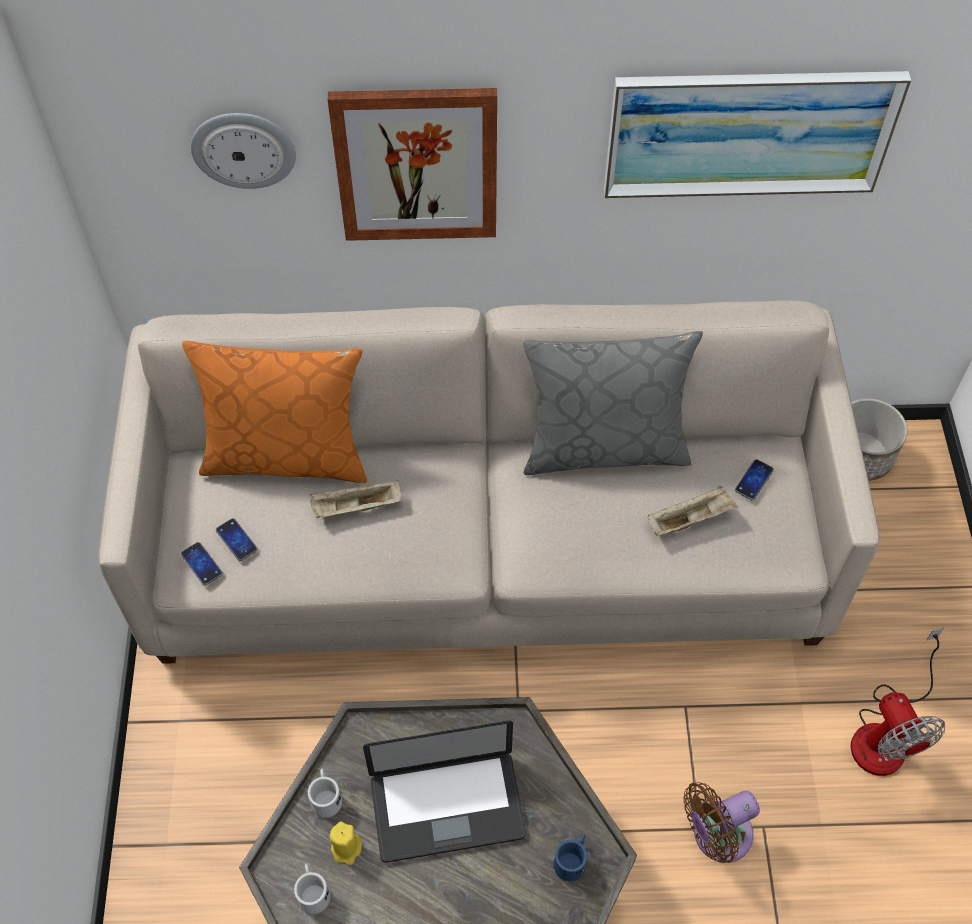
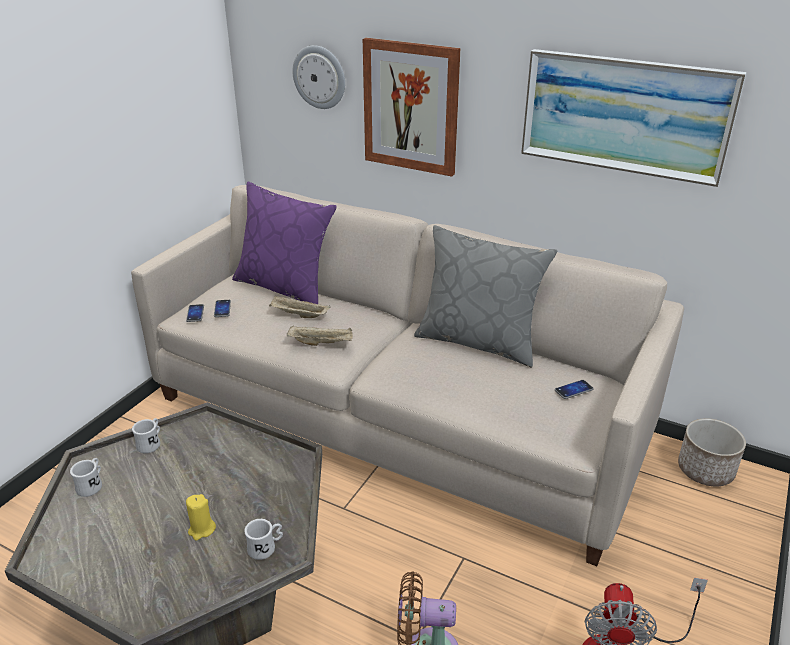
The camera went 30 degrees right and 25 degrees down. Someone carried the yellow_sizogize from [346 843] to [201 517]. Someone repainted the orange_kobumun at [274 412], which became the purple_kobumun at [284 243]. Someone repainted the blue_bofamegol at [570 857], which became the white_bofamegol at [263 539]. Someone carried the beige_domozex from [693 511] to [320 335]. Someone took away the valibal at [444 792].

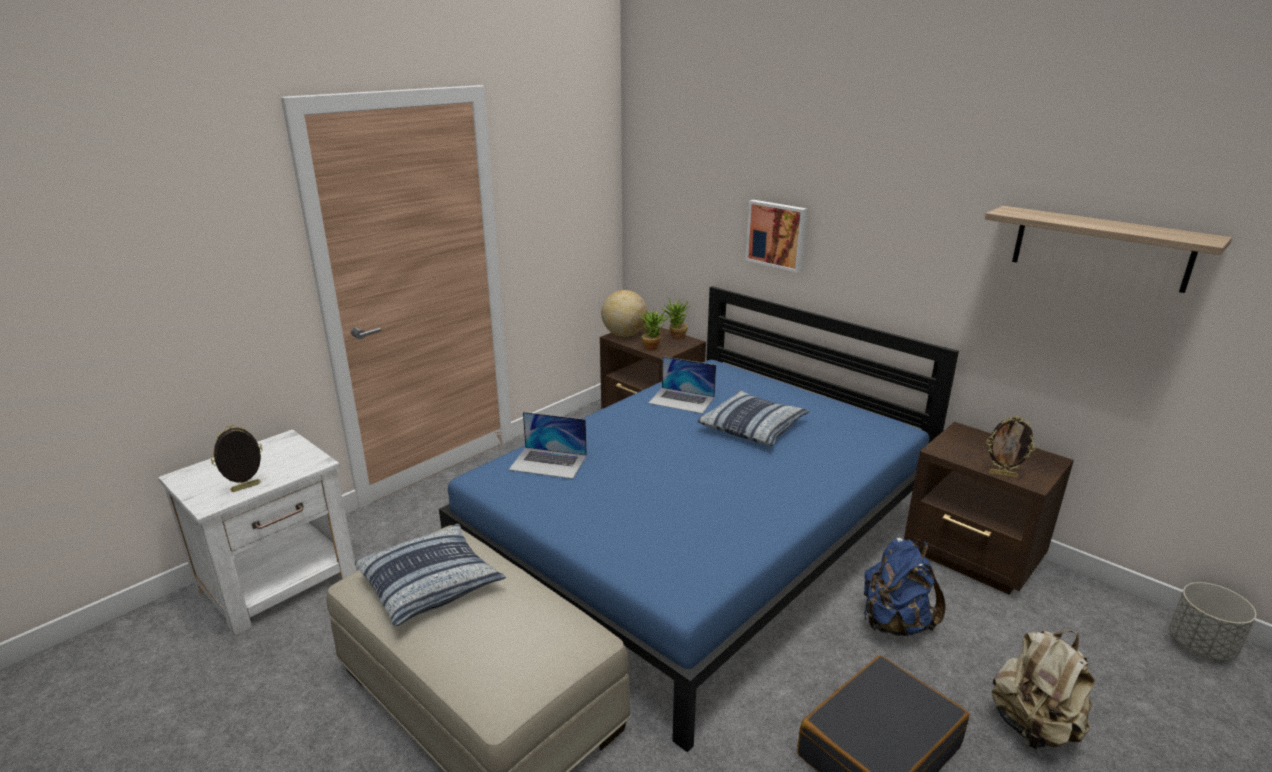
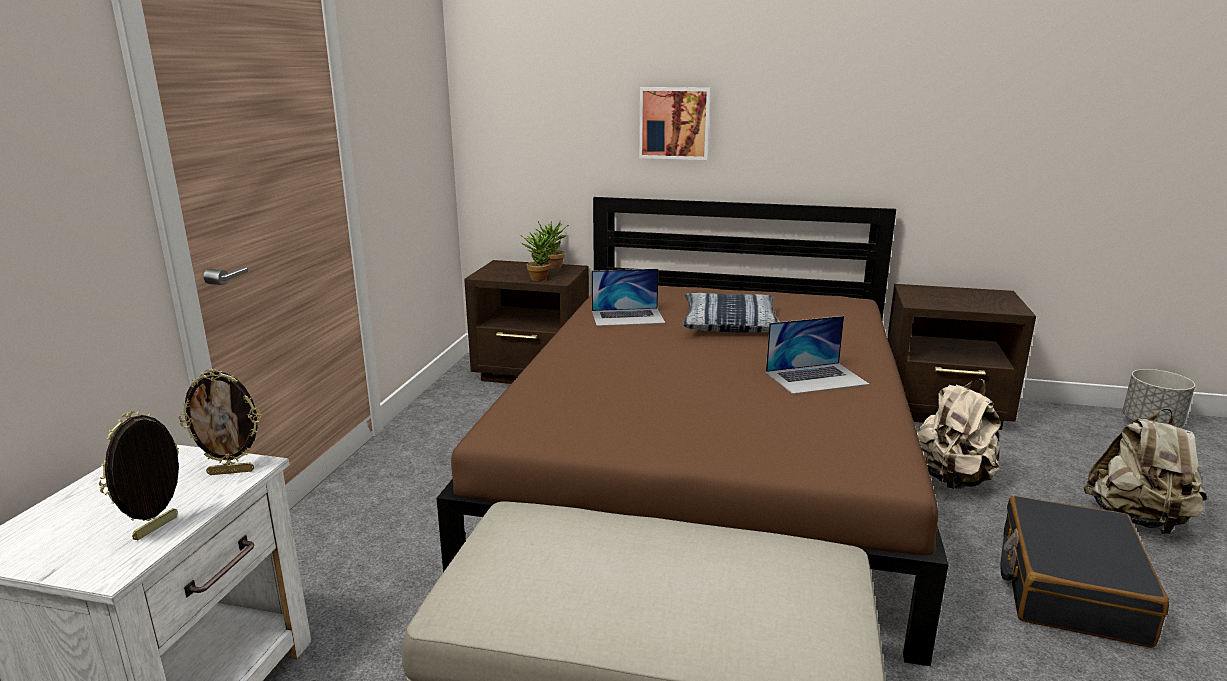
The camera went 30 degrees left and 5 degrees down. Someone carried the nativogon from [1011 447] to [220 421]. Someone repainted the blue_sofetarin at [699 519], which became the brown_sofetarin at [693 431]. Someone carried the valibal from [548 445] to [817 355]. Someone repainted the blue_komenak at [905 586], which became the beige_komenak at [959 434]. Someone took away the kobumun at [430 575]. Someone took away the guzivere at [624 313]. Someone took away the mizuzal at [1108 249].

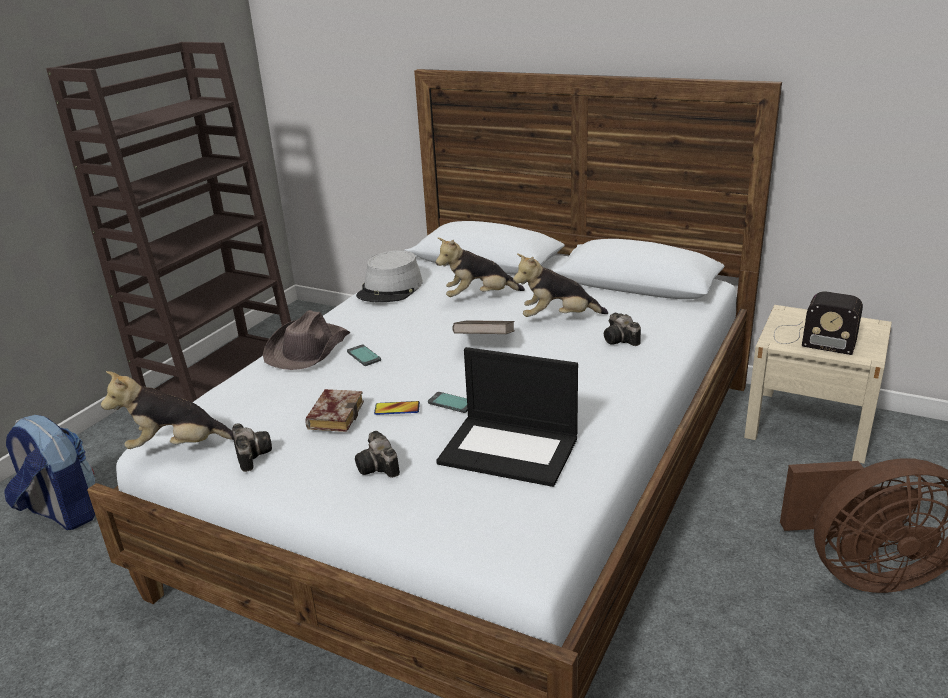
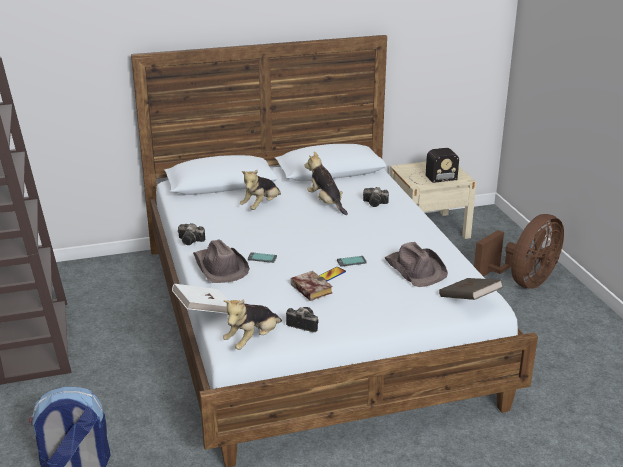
The camera went 45 degrees left and 0 degrees up. Someone put down the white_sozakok at [200 299]. Someone carried the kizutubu from [377 454] to [191 234]. Someone rotated the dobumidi at [560 285] by 105 degrees clockwise. Someone swapped the valibal at [507 417] for the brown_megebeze at [416 264]. Someone carried the brown_sozakok from [483 327] to [471 289]. Someone took away the grey_megebeze at [389 276].

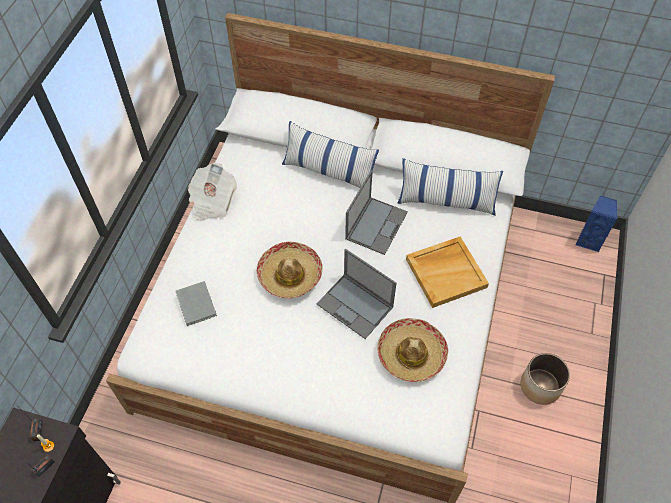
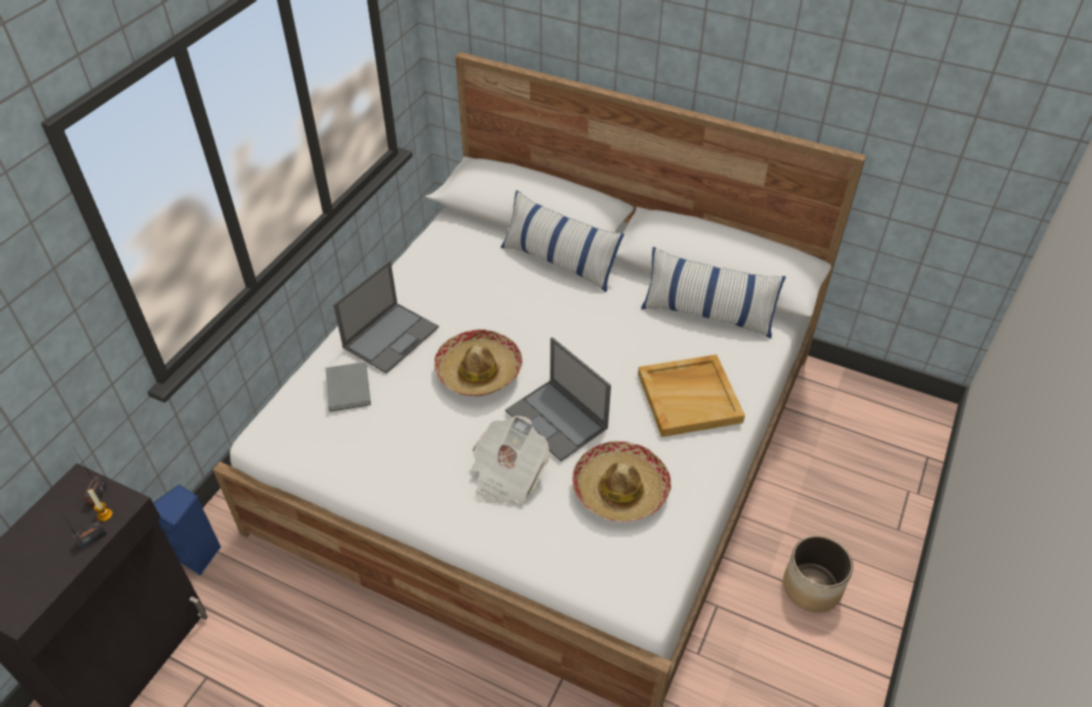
The camera went 10 degrees right and 10 degrees down. Someone carried the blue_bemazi from [596 223] to [187 530]. Someone carried the valibal from [376 212] to [386 317]. Someone carried the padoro from [212 191] to [511 460].

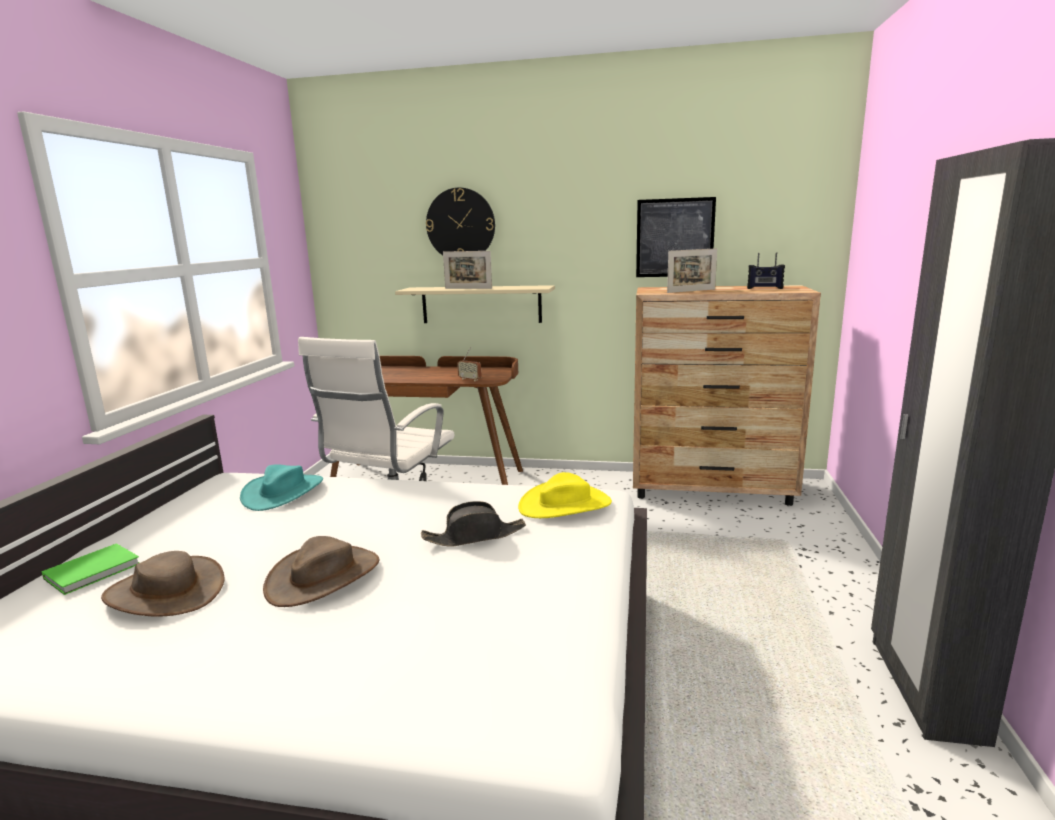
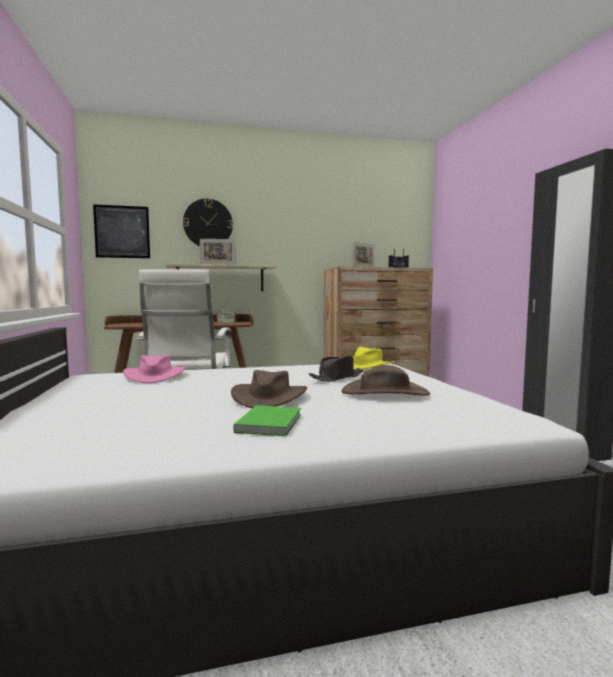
The camera went 25 degrees left and 10 degrees down. Someone carried the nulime from [676 237] to [121 231]. Someone repainted the turquoise_megebeze at [281 487], which became the pink_megebeze at [154 369]. Someone carried the green_sozakok from [90 569] to [267 420]. Someone carried the brown_megebeze from [162 584] to [386 380].

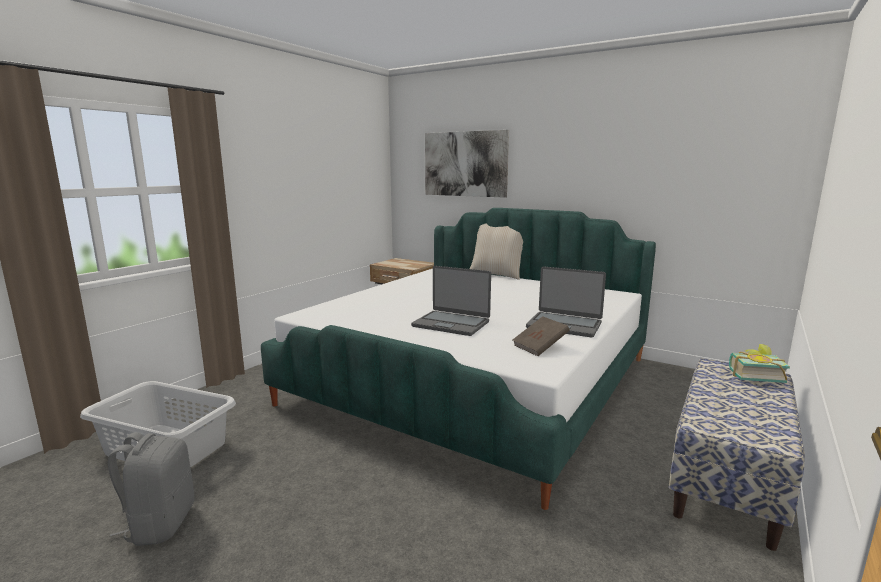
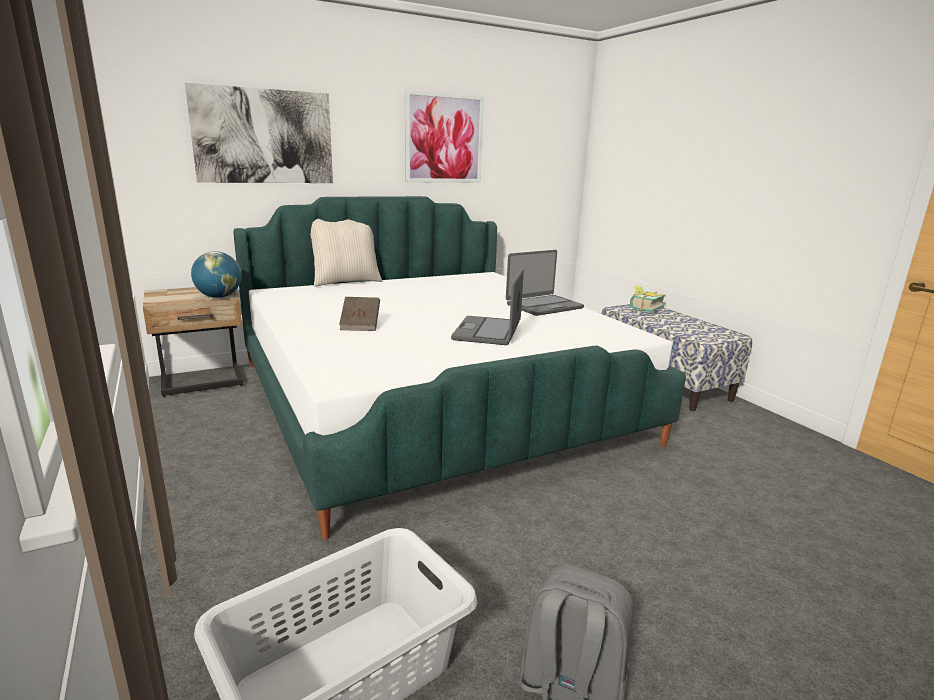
The camera went 60 degrees left and 5 degrees up. Someone put down the guzivere at [216 274]. Someone carried the brown_sozakok from [541 336] to [359 314]. Someone put up the nulime at [444 136]. Someone rotated the valibal at [451 301] by 135 degrees clockwise.

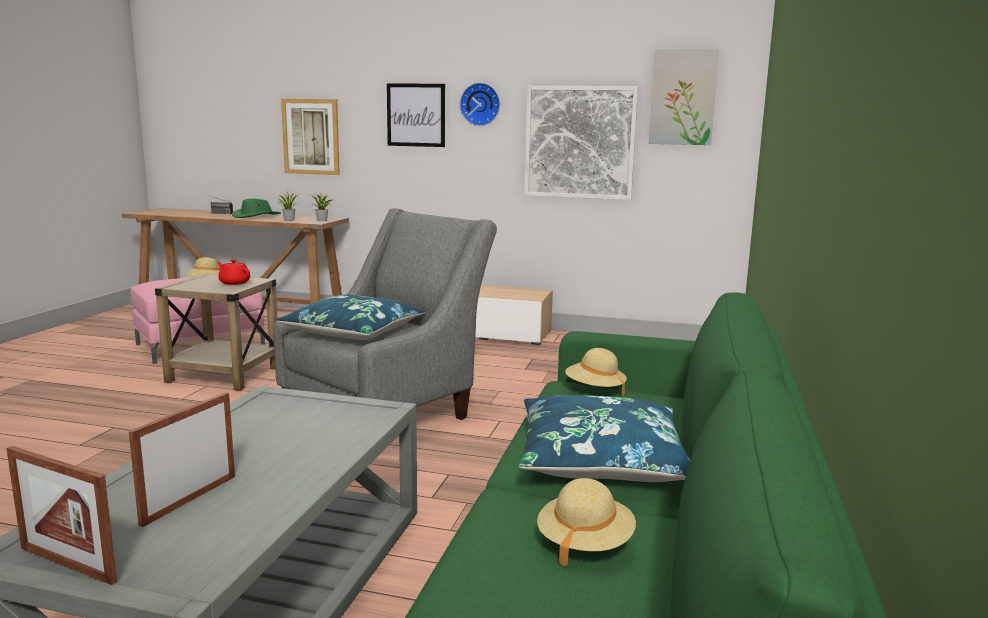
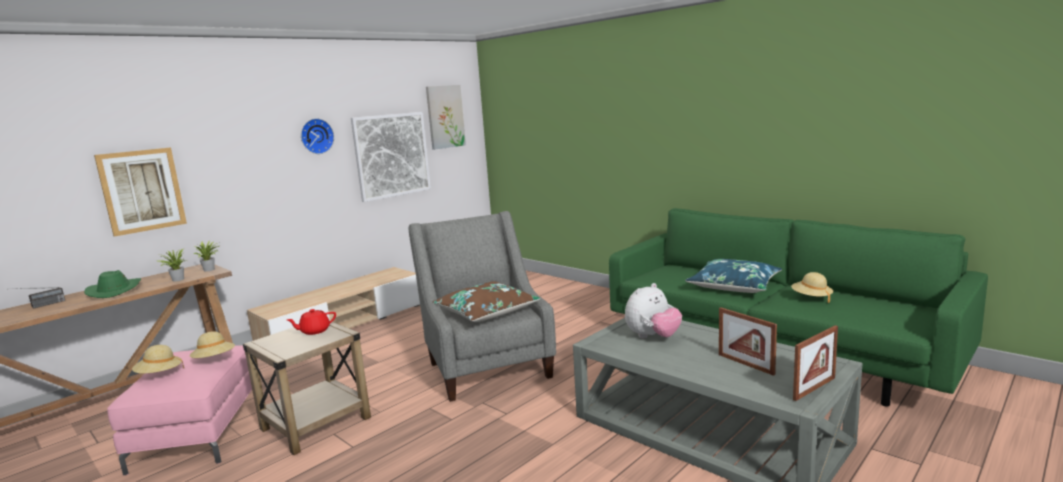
The camera went 60 degrees left and 0 degrees up. Someone carried the beige_megebeze from [596 372] to [158 359]. Someone repainted the blue_kobumun at [350 317], which became the brown_kobumun at [486 301]. Someone put down the dobumidi at [653 311]. Someone took away the nulime at [416 115].

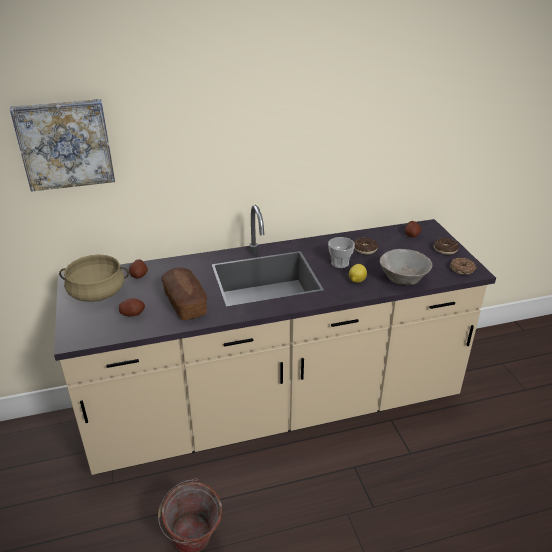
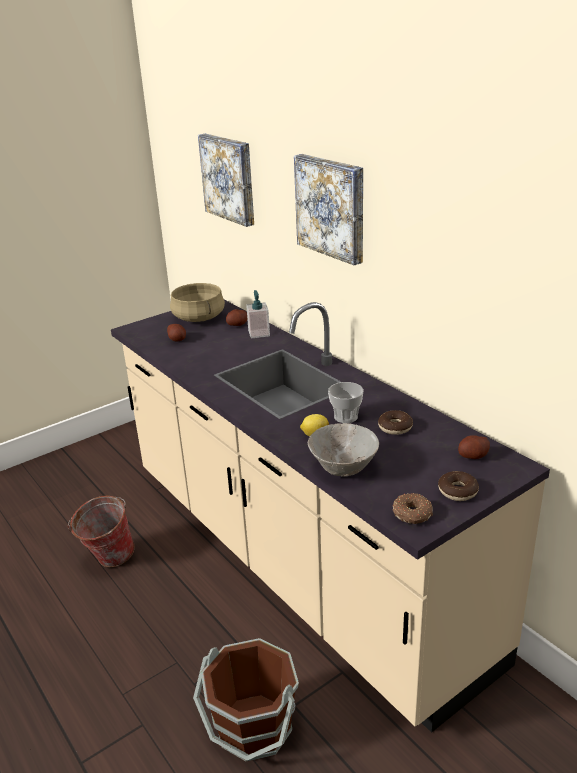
The camera went 70 degrees right and 5 degrees down. Someone put down the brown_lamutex at [246 700]. Someone put down the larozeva at [258 314]. Someone put up the nulime at [328 209]. Someone took away the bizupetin at [184 293].

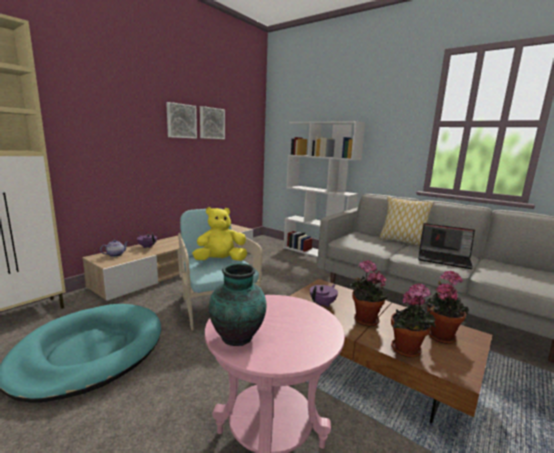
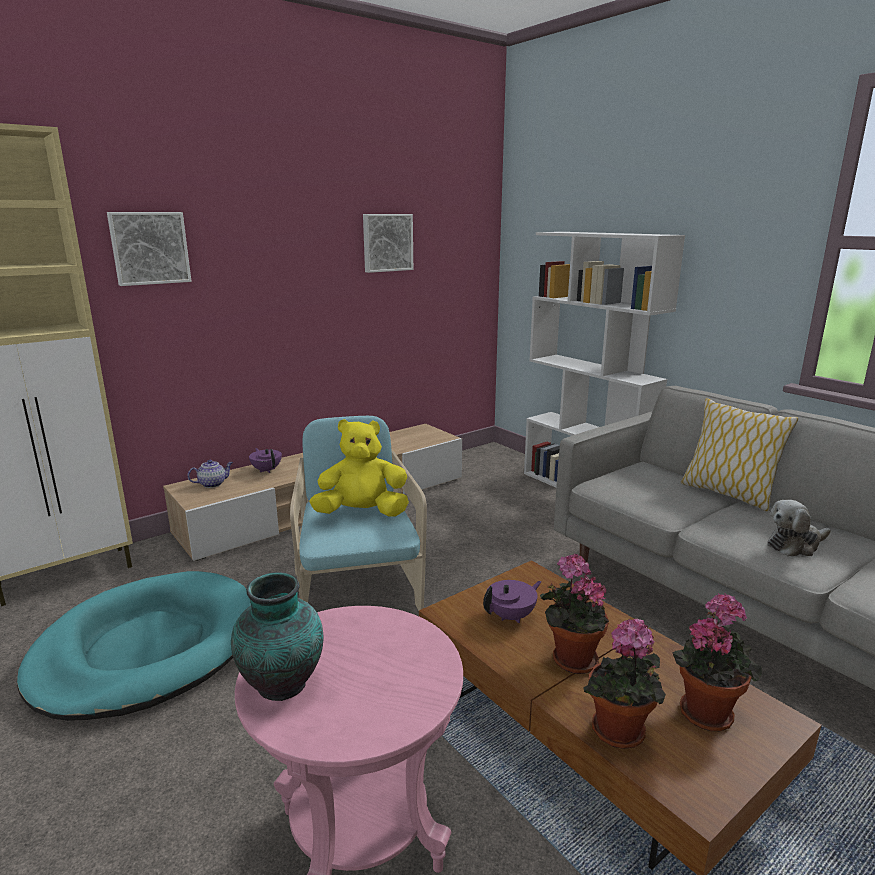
The camera went 15 degrees right and 5 degrees up. Someone carried the nulime from [181 120] to [149 249]. Someone swapped the valibal at [446 246] for the dobumidi at [799 528].

